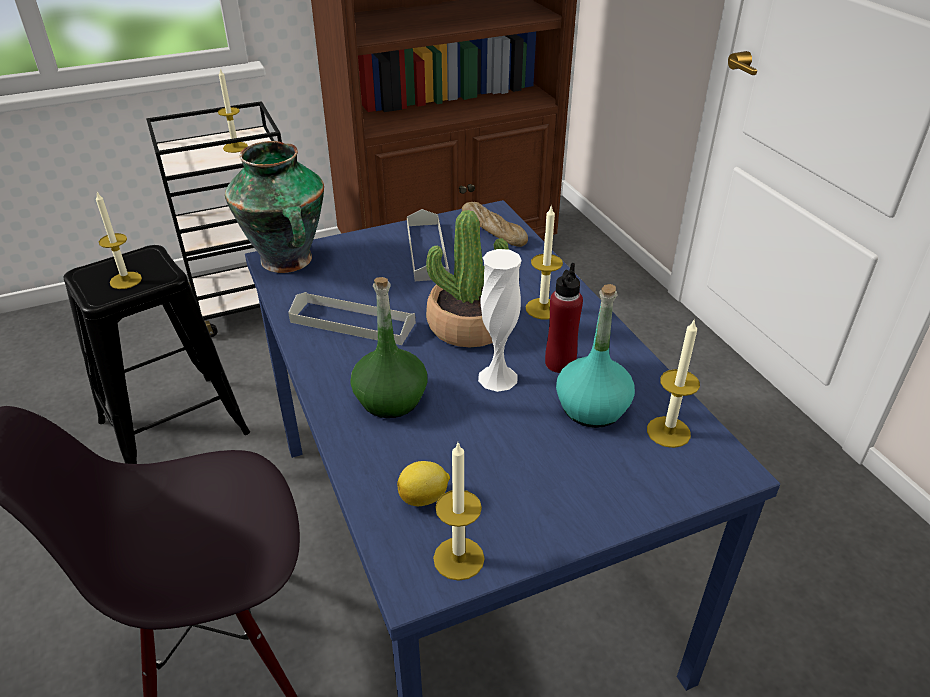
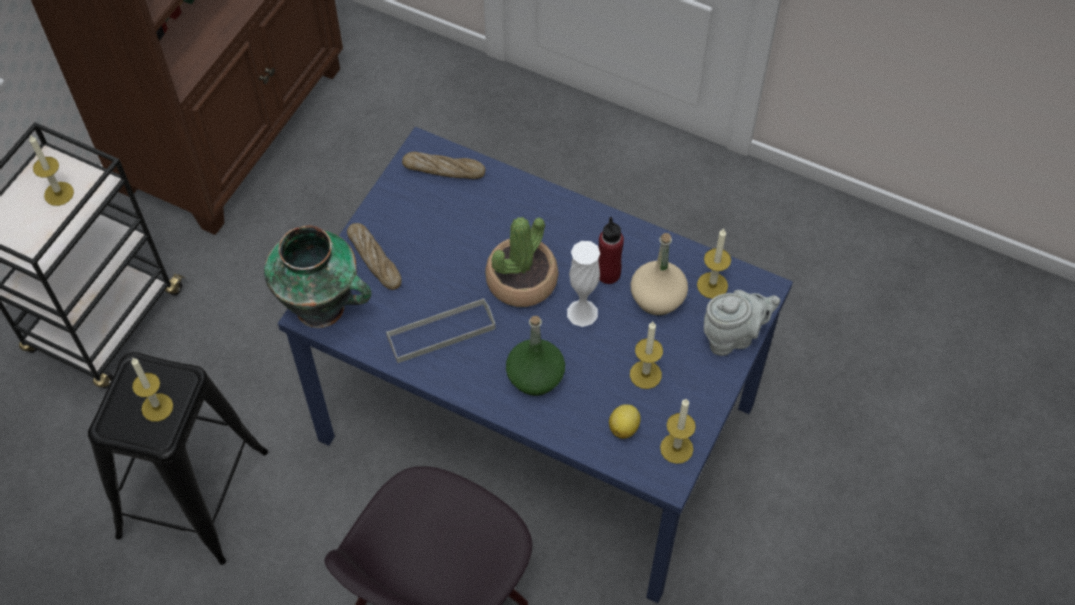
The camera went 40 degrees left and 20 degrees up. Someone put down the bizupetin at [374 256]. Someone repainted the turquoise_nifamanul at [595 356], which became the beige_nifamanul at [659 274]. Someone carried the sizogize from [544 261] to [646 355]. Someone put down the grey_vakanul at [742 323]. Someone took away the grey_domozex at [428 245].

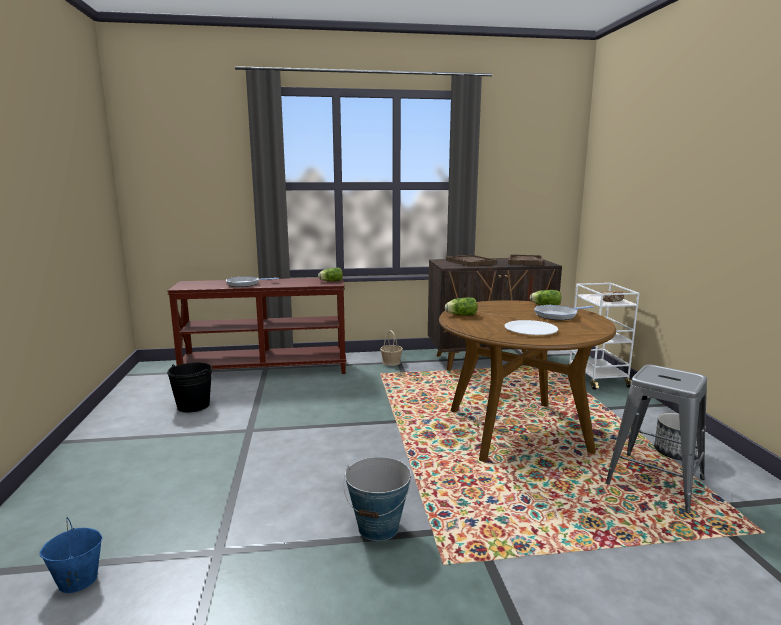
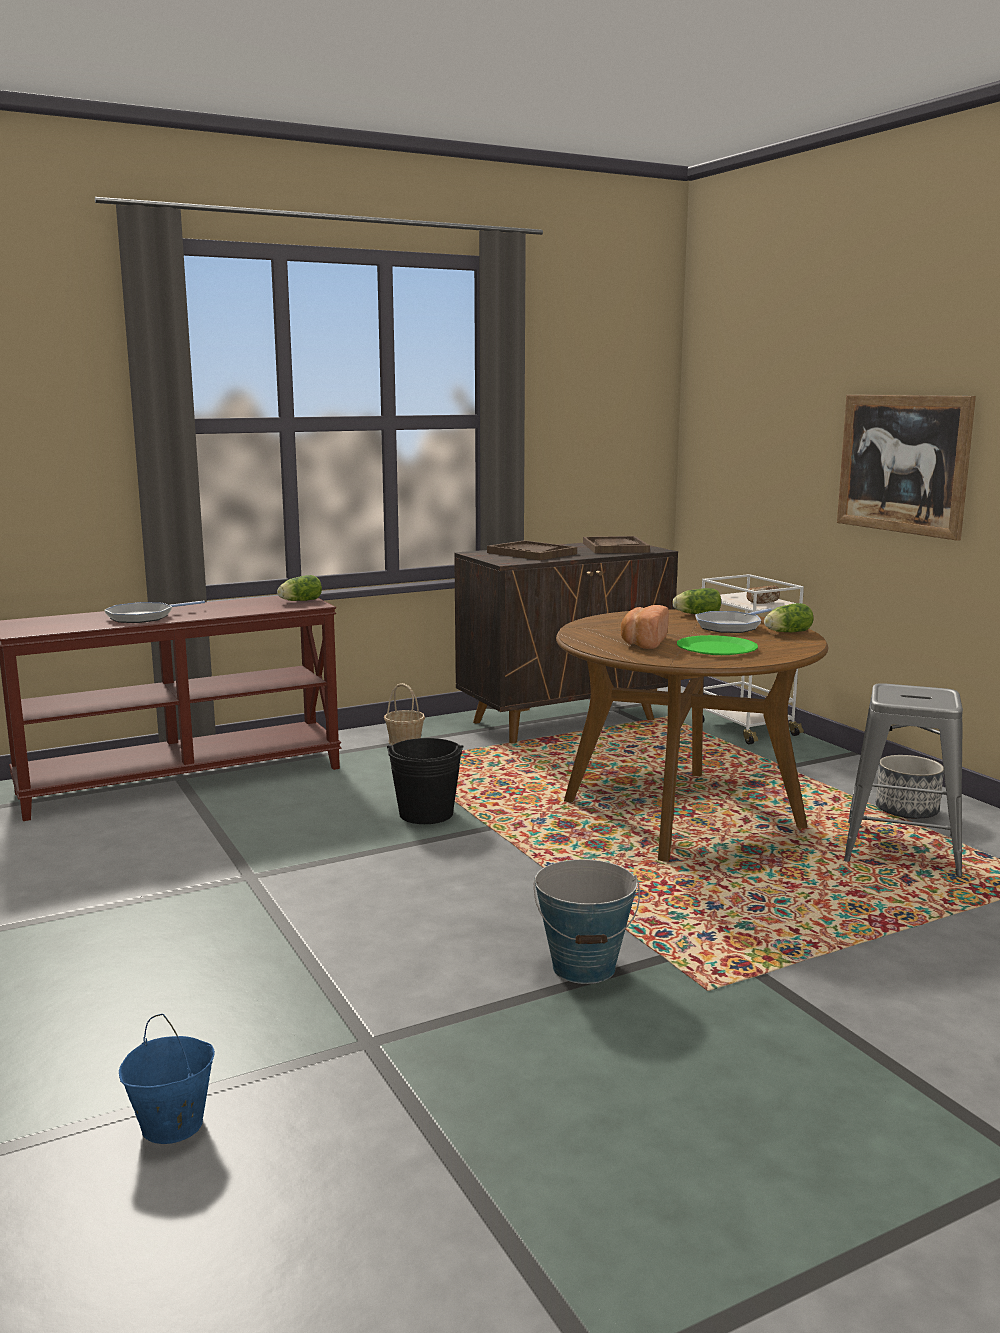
The camera went 20 degrees left and 0 degrees up. Someone carried the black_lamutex from [189 387] to [425 781]. Someone put down the bizupetin at [645 627]. Someone repainted the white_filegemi at [531 327], which became the green_filegemi at [717 645]. Someone carried the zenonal from [461 306] to [789 617]. Someone put up the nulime at [906 468].

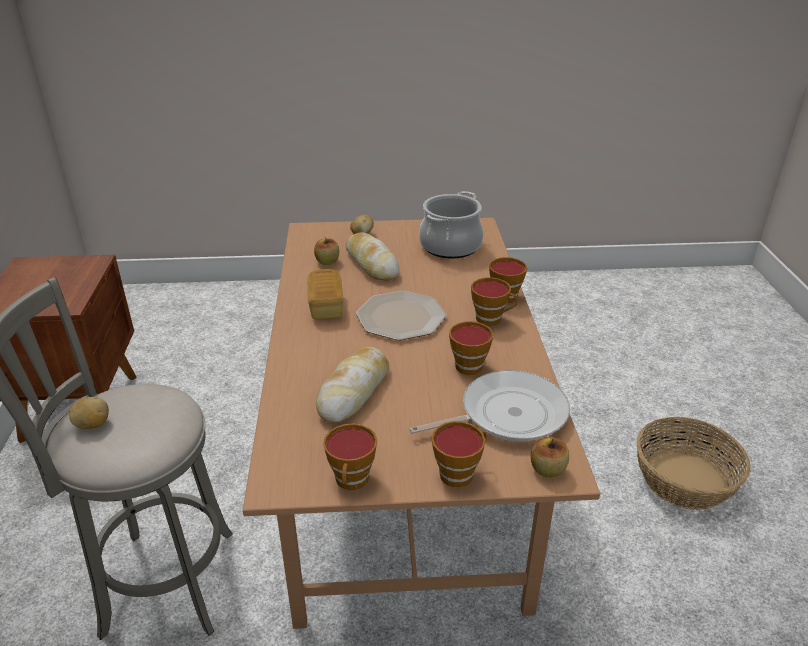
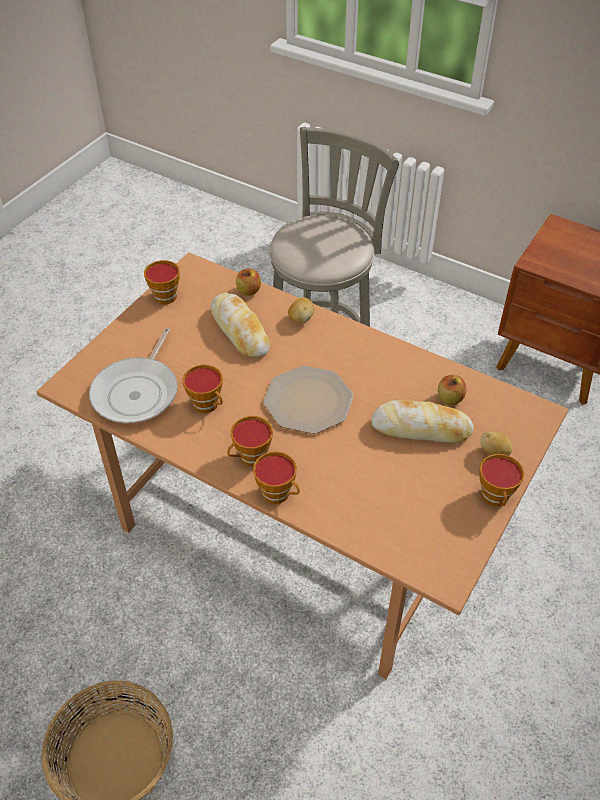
The camera went 125 degrees right and 15 degrees up. Someone carried the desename from [550 457] to [248 282]. Someone carried the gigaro from [89 413] to [301 310]. Someone carried the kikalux from [459 454] to [501 480]. Someone took away the bizupetin at [325 294]. Someone took away the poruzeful at [451 225].

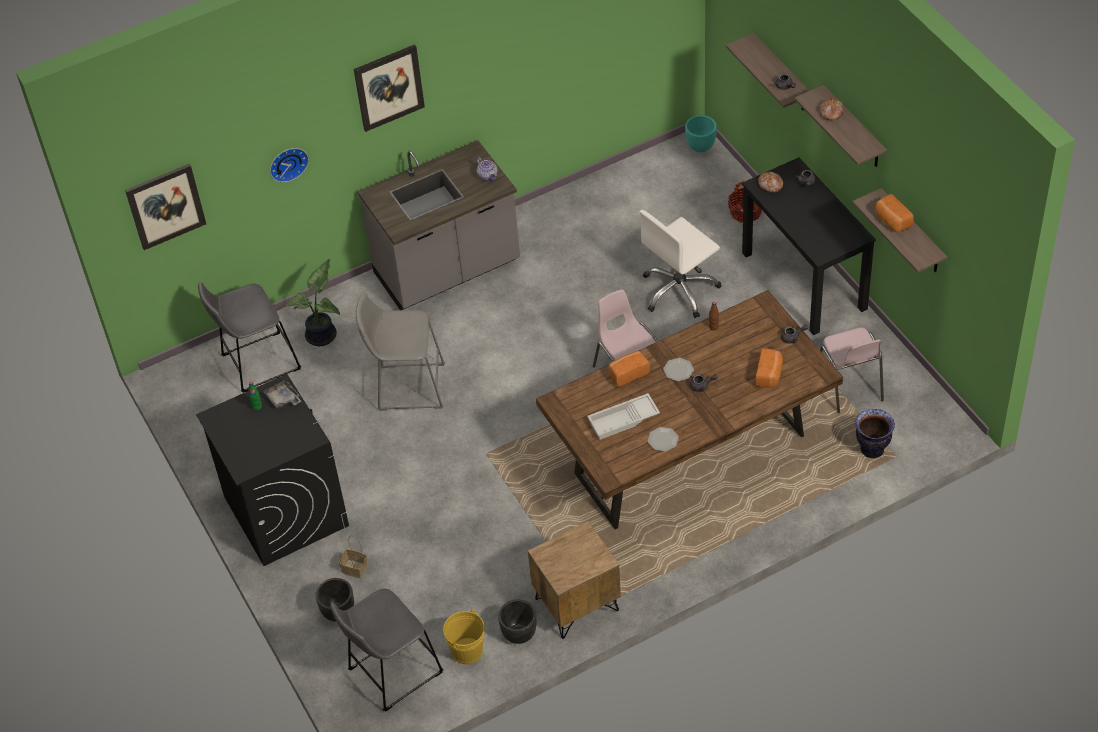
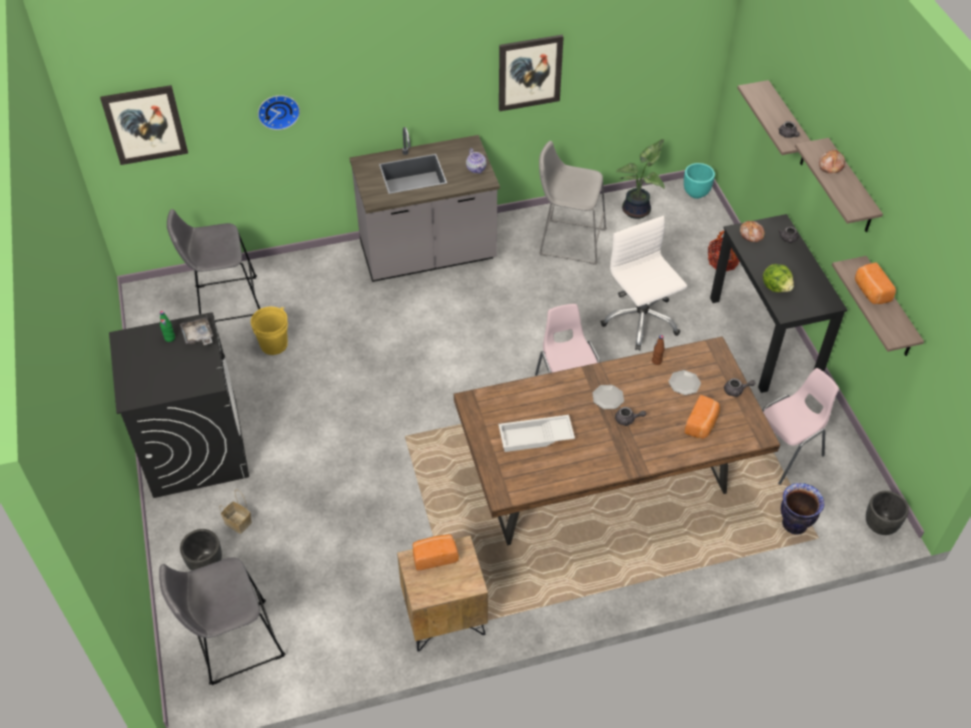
The camera went 10 degrees right and 0 degrees up. Someone carried the yellow_lamutex from [463 637] to [269 331]. Someone carried the bizupetin from [629 369] to [436 552]. Someone carried the nulime from [389 88] to [531 73]. Someone carried the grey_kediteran from [400 352] to [573 203]. Someone rotated the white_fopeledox at [680 264] by 90 degrees clockwise. Someone carried the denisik from [312 302] to [640 179]. Someone carried the filegemi from [663 439] to [685 382]. Someone rotated the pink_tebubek at [852 370] by 120 degrees counterclockwise. Someone put down the zenonal at [778 278]. Someone carried the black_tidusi from [517 621] to [887 513].

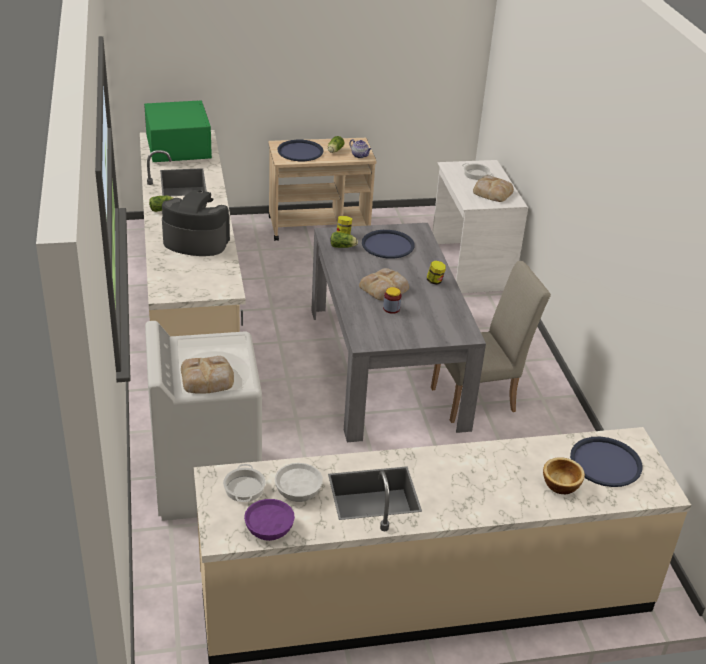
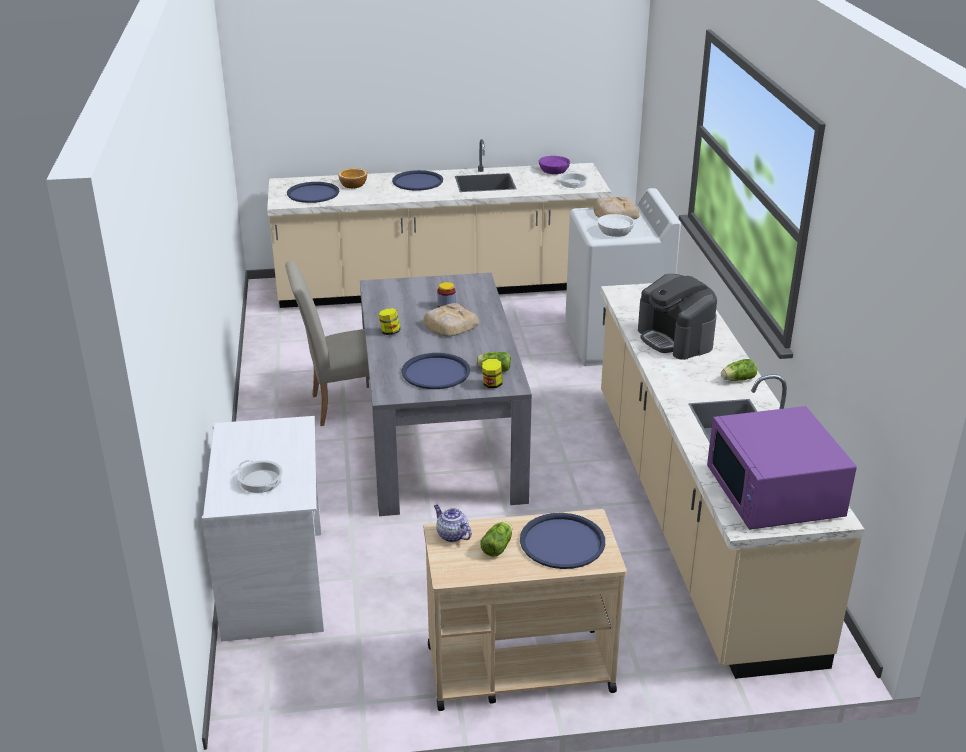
The camera went 175 degrees left and 5 degrees down. Someone put down the blue_domozex at [417 180]. Someone carried the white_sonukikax from [299 482] to [616 225]. Someone rotated the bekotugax at [196 223] by 45 degrees clockwise. Someone repainted the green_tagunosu at [178 131], which became the purple_tagunosu at [782 468]. Someone took away the bizupetin at [493 188].

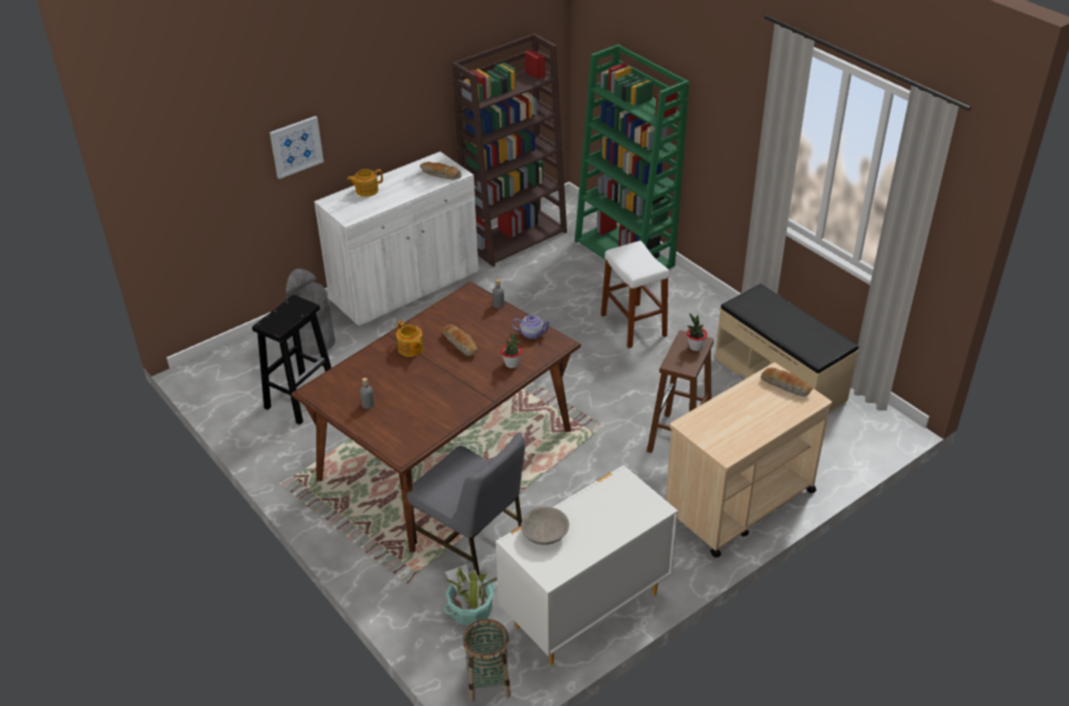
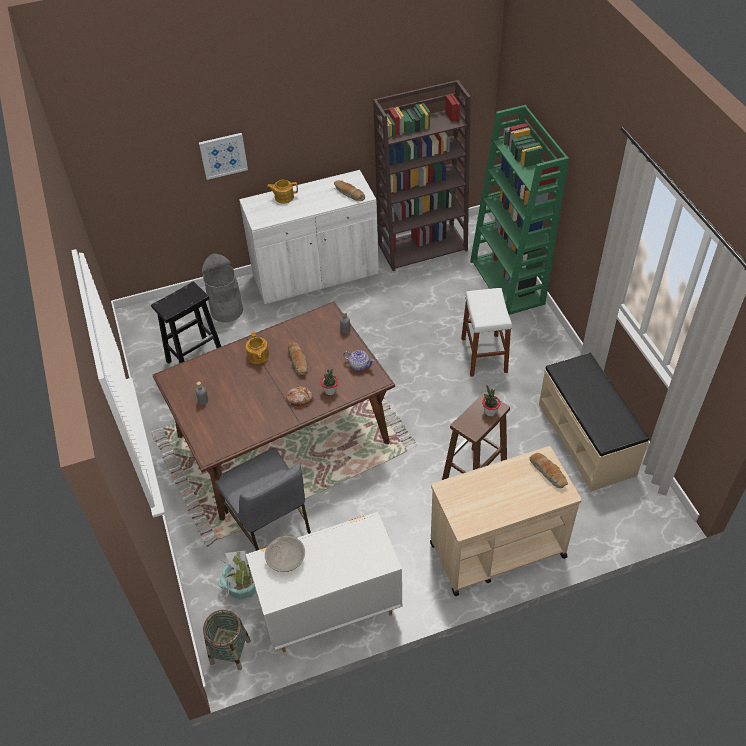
The camera went 20 degrees right and 10 degrees up. Someone put down the bizupetin at [299 396].

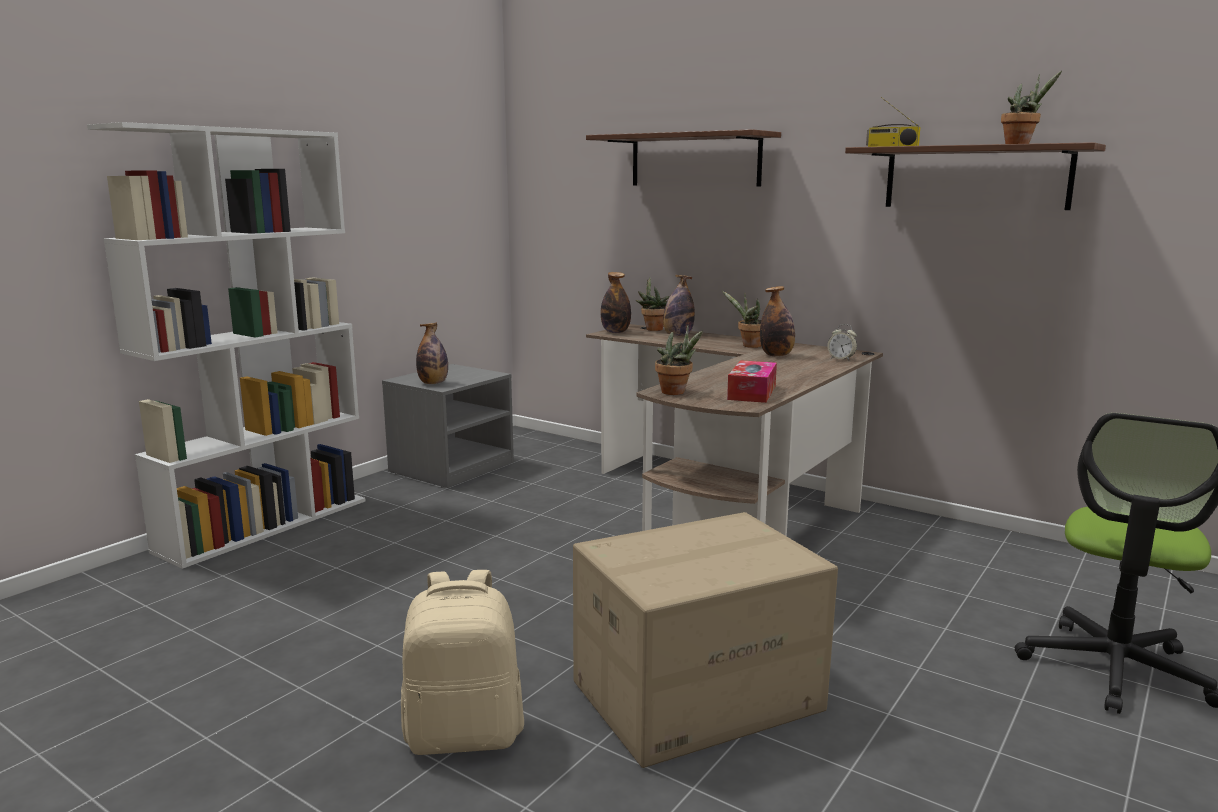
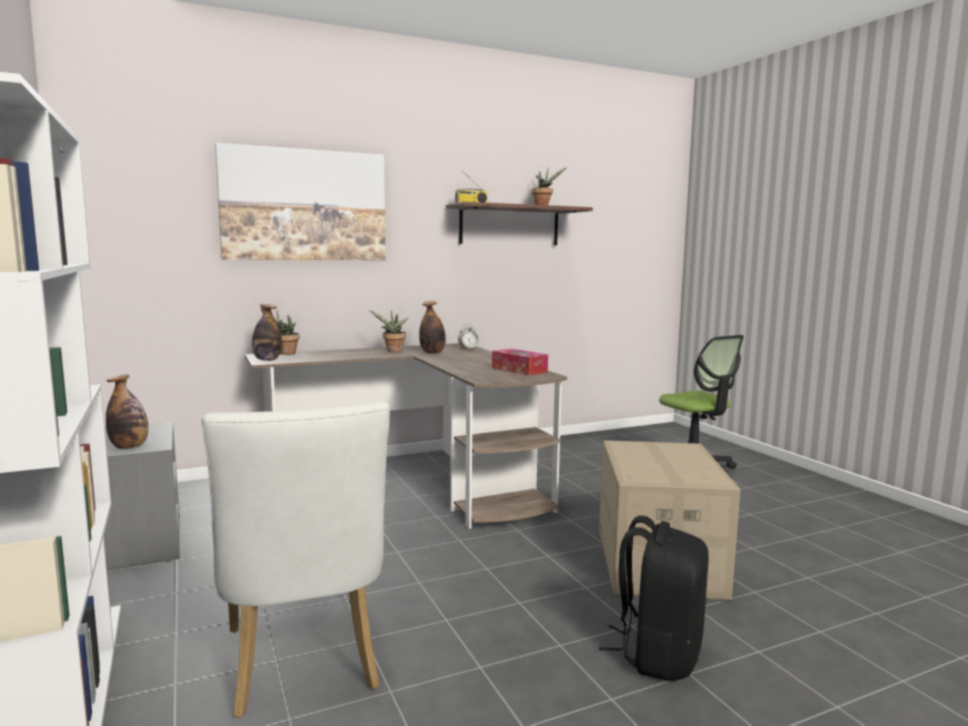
The camera went 60 degrees left and 5 degrees down. Someone put down the white_tebubek at [296 560]. Someone swapped the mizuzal at [683 157] for the nulime at [300 201]. Someone repainted the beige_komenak at [462 662], which became the black_komenak at [654 598]. Someone took away the denisik at [679 360]. Someone took away the nifamanul at [679 306].

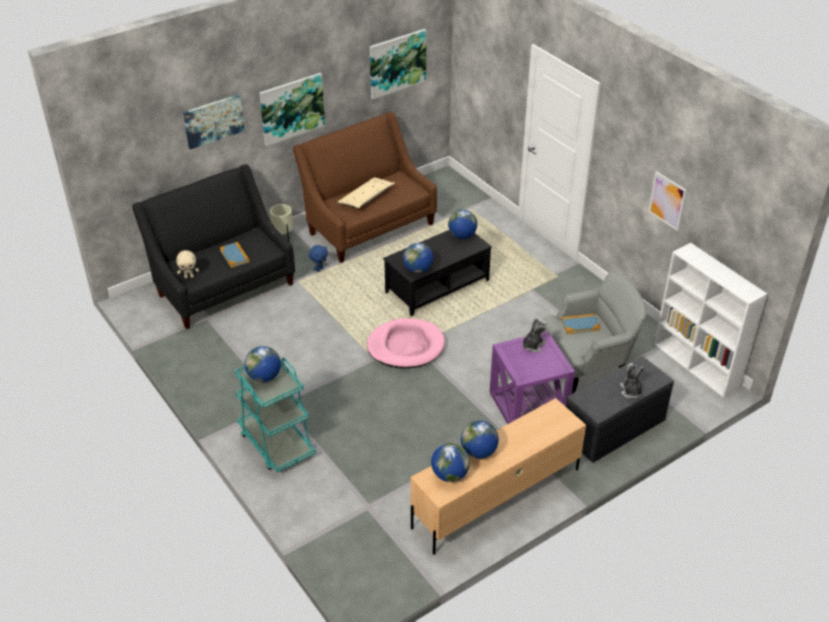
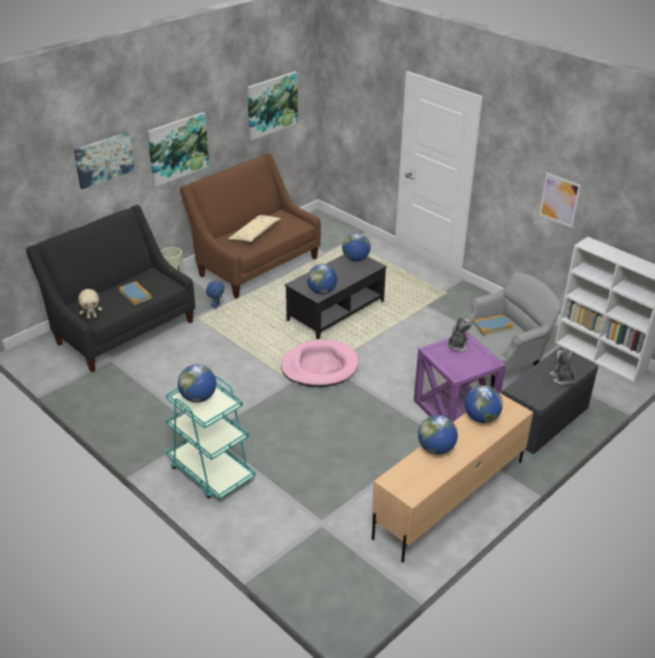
The camera went 10 degrees left and 5 degrees down. Someone carried the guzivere from [450 462] to [484 404].

